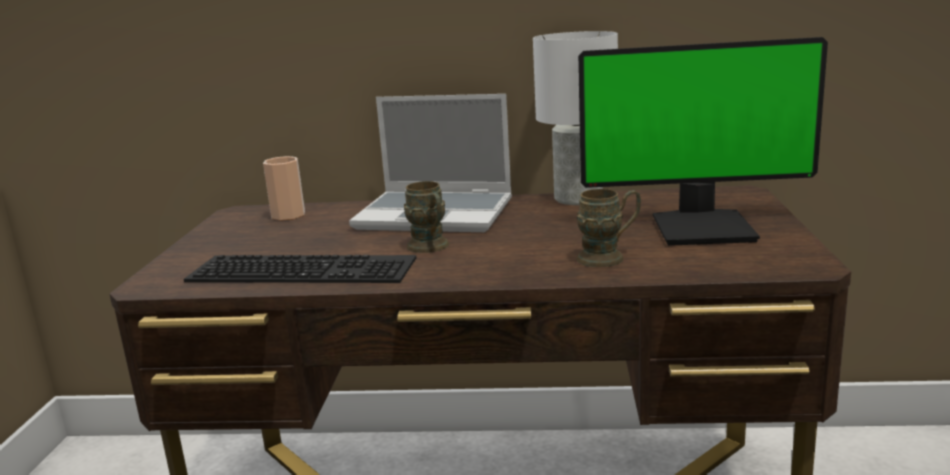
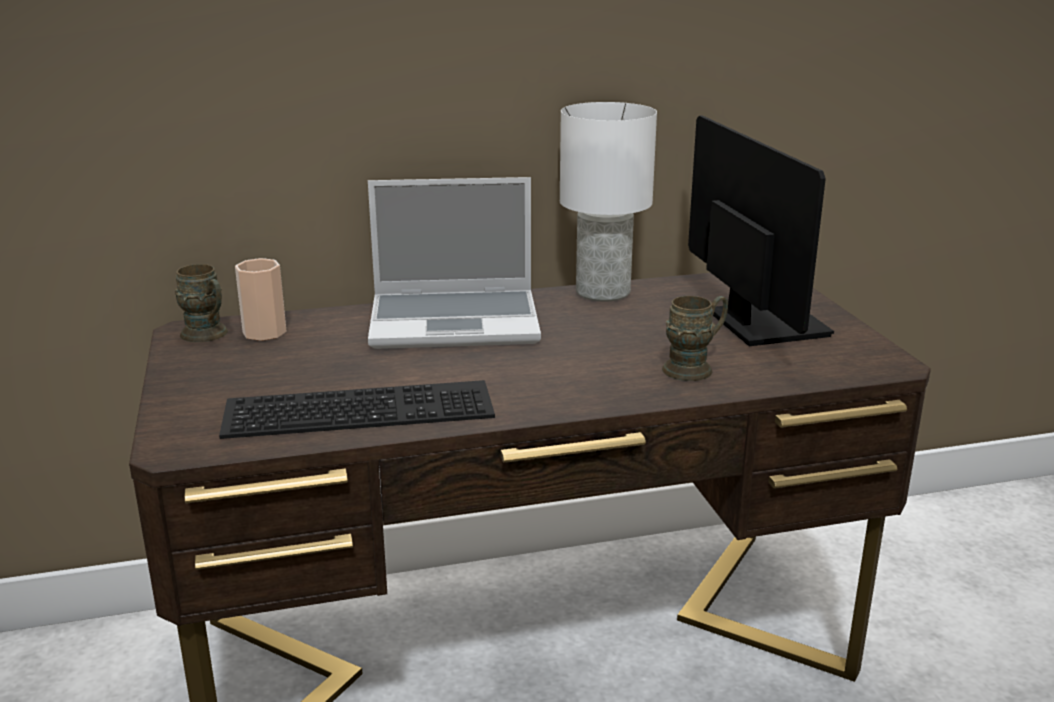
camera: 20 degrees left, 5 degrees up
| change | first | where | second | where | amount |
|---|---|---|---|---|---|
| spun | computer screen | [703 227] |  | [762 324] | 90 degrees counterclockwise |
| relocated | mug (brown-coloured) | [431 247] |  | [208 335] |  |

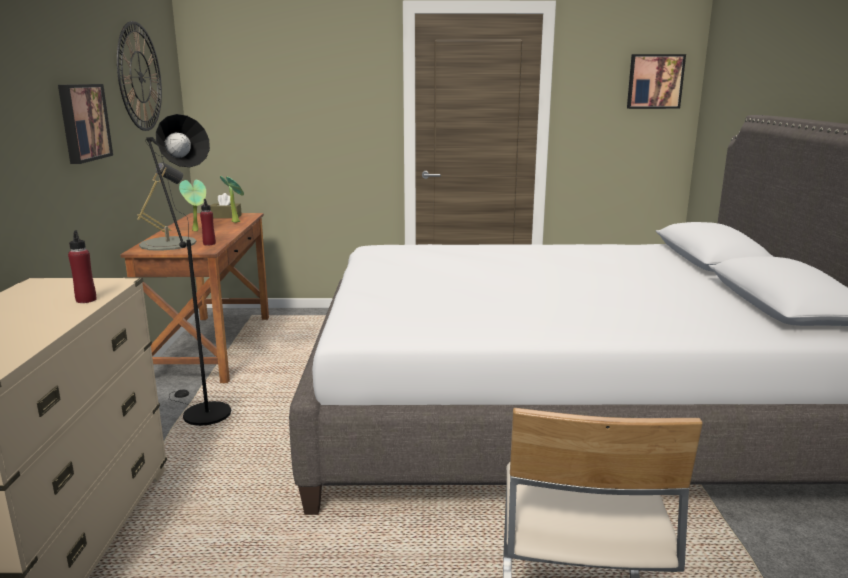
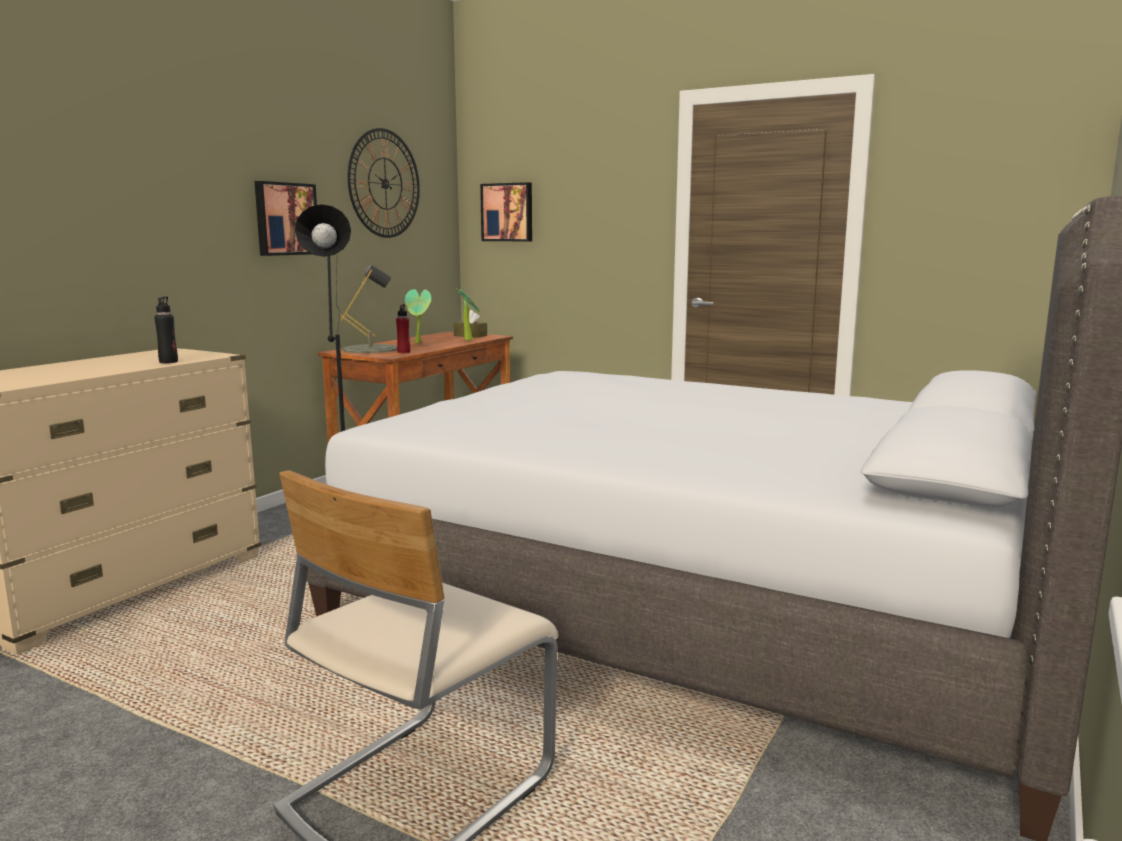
camera: 30 degrees right, 5 degrees down
| change | first | where | second | where | amount |
|---|---|---|---|---|---|
| relocated | wall art | [654 81] |  | [508 212] |  |
| colour | beverage bottle (reddish) | [86 300] | beverage bottle (black-coloured) | [168 362] |  |

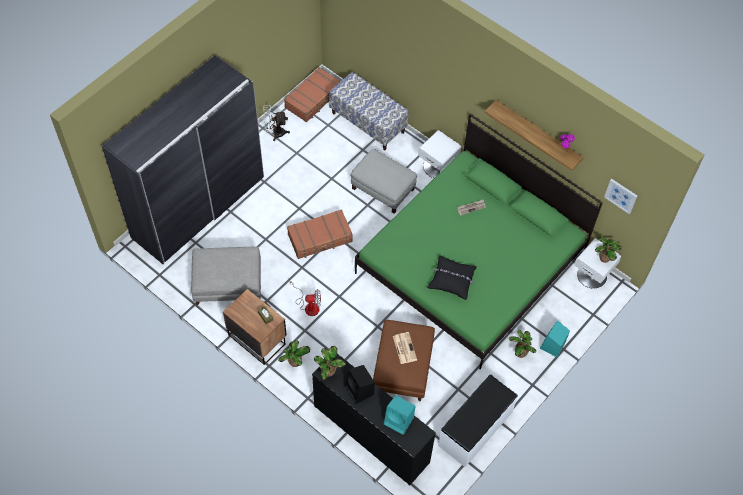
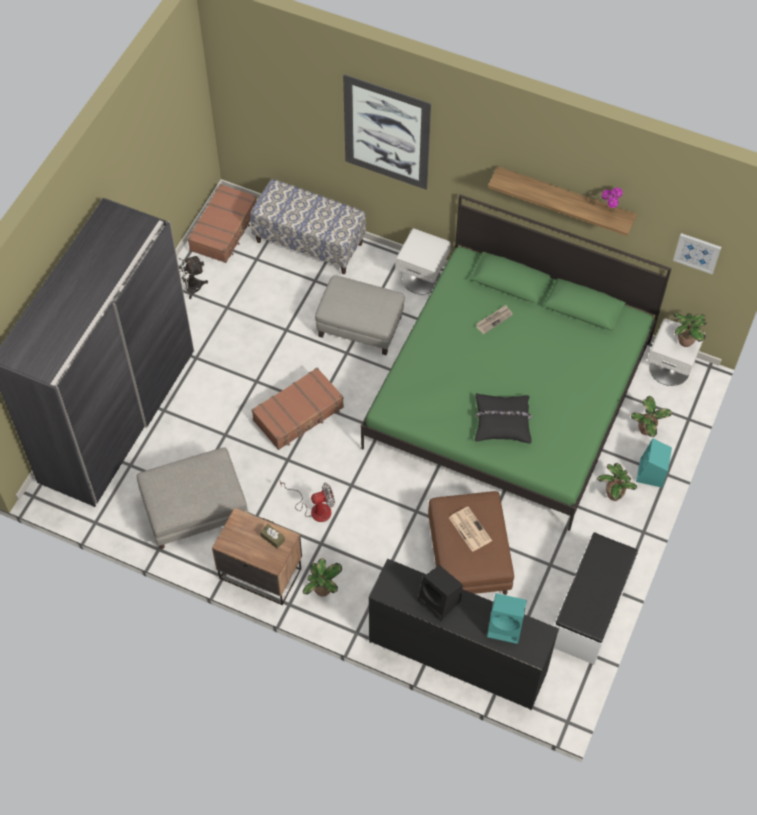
camera: 15 degrees left, 0 degrees up
| change | first | where | second | where | amount |
|---|---|---|---|---|---|
| relocated | houseplant | [329 372] |  | [647 430] |  |
| appeared |  |  | wall art | [386 133] |  |

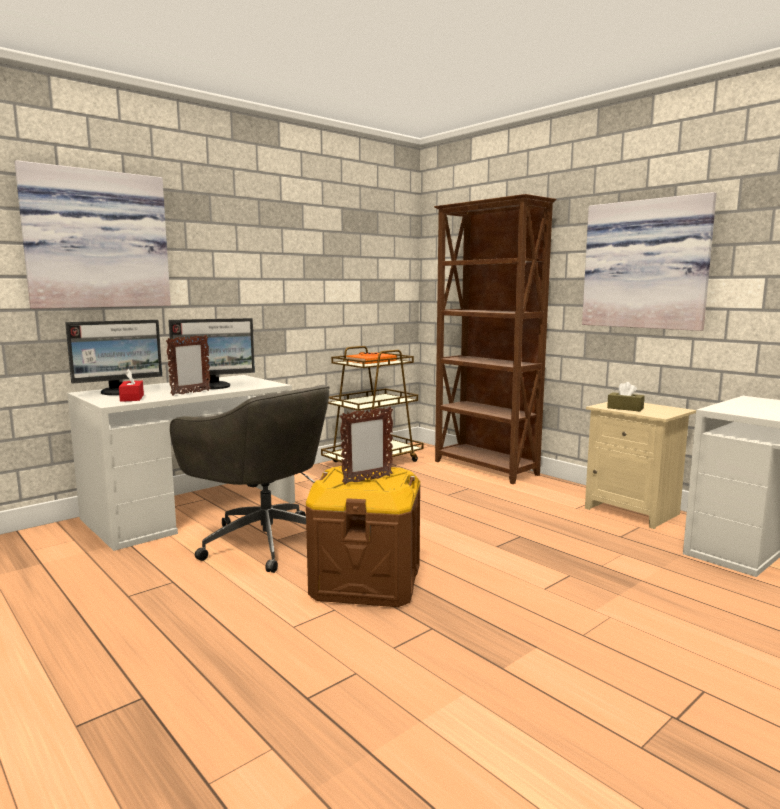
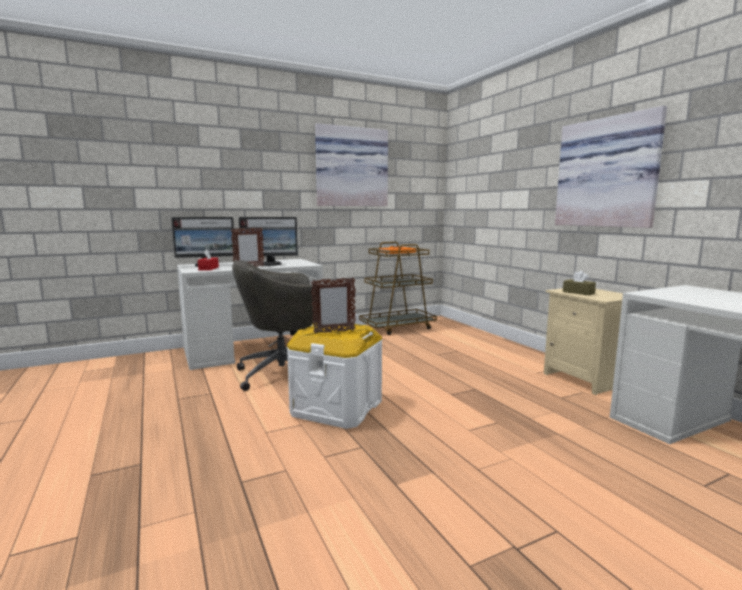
camera: 15 degrees right, 0 degrees up
| change | first | where | second | where | amount |
|---|---|---|---|---|---|
| relocated | wall art | [96 240] |  | [351 167] |  |
| missing | shelving unit (brown-coloured) | [485 468] |  |  |  |
| spun | computer chair (gray) | [264 541] |  | [286 373] | 105 degrees clockwise |
| colour | storage box (brown-coloured) | [366 581] | storage box (white) | [336 408] |  |

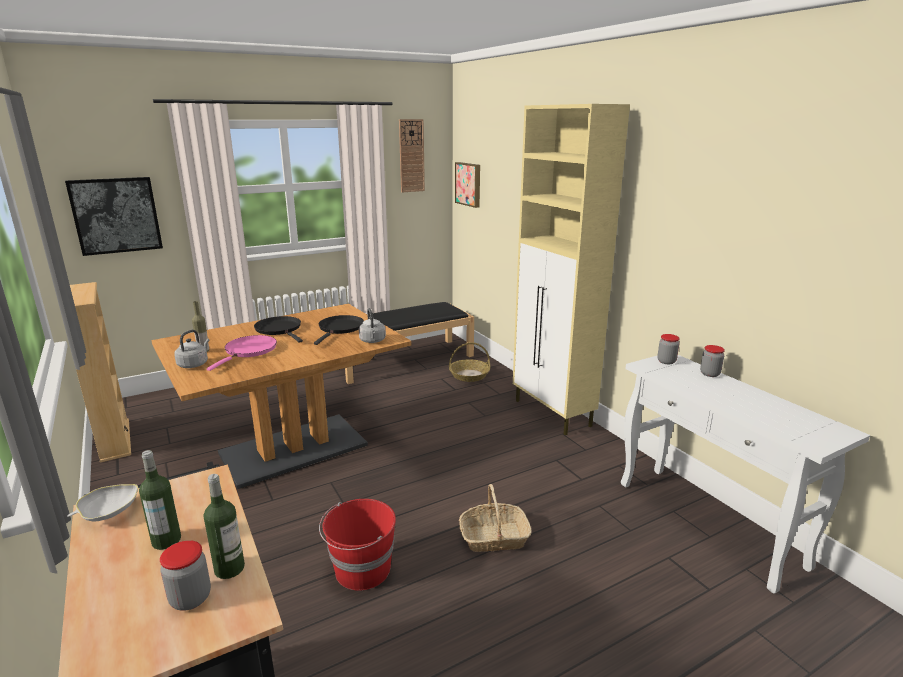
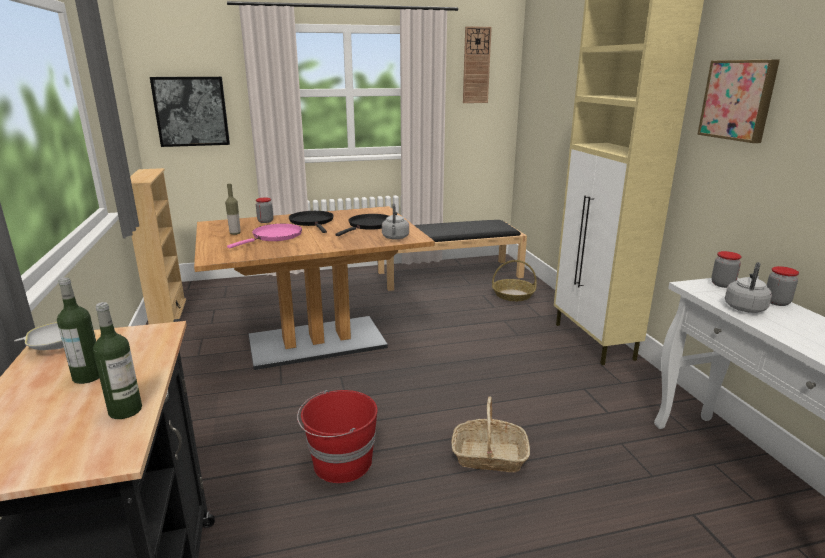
camera: 15 degrees right, 0 degrees up
| change | first | where | second | where | amount |
|---|---|---|---|---|---|
| relocated | wall art | [469 184] |  | [739 100] |  |
| relocated | water kettle (gray) | [194 364] |  | [745 307] |  |
| relocated | storage jar | [190 598] |  | [265 221] |  |

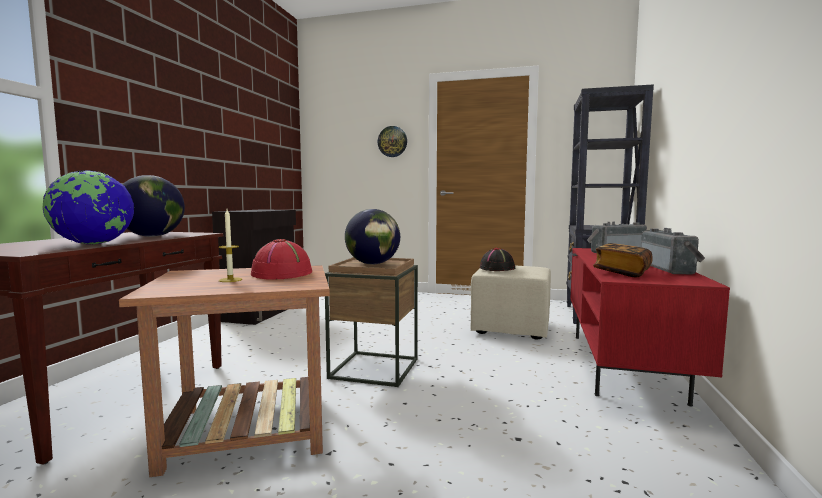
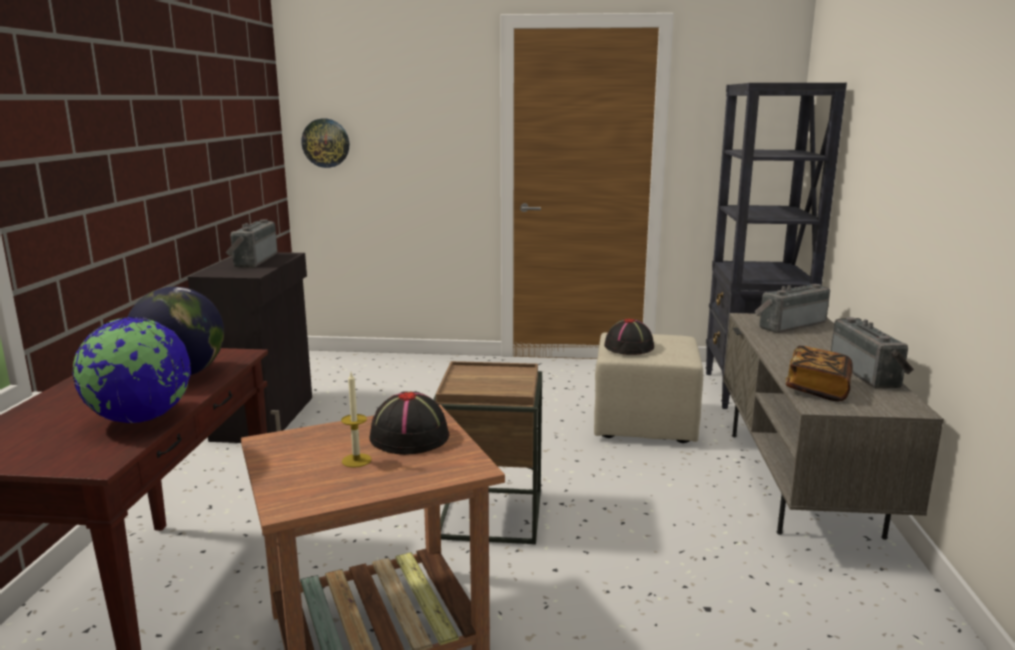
camera: 10 degrees left, 10 degrees up
| change | first | where | second | where | amount |
|---|---|---|---|---|---|
| relocated | wall clock | [392 141] |  | [326 143] |  |
| missing | world globe | [373 264] |  |  |  |
| colour | hat (reddish) | [282 274] | hat (black-coloured) | [410 436] |  |
| colour | tv unit (reddish) | [624 366] | tv unit (gray) | [801 481] |  |
| appeared |  |  | radio set | [252 260] |  |

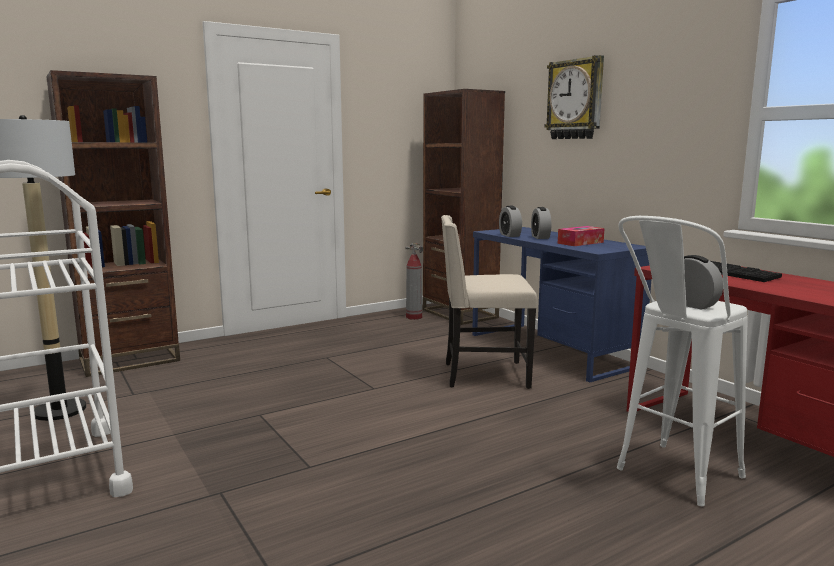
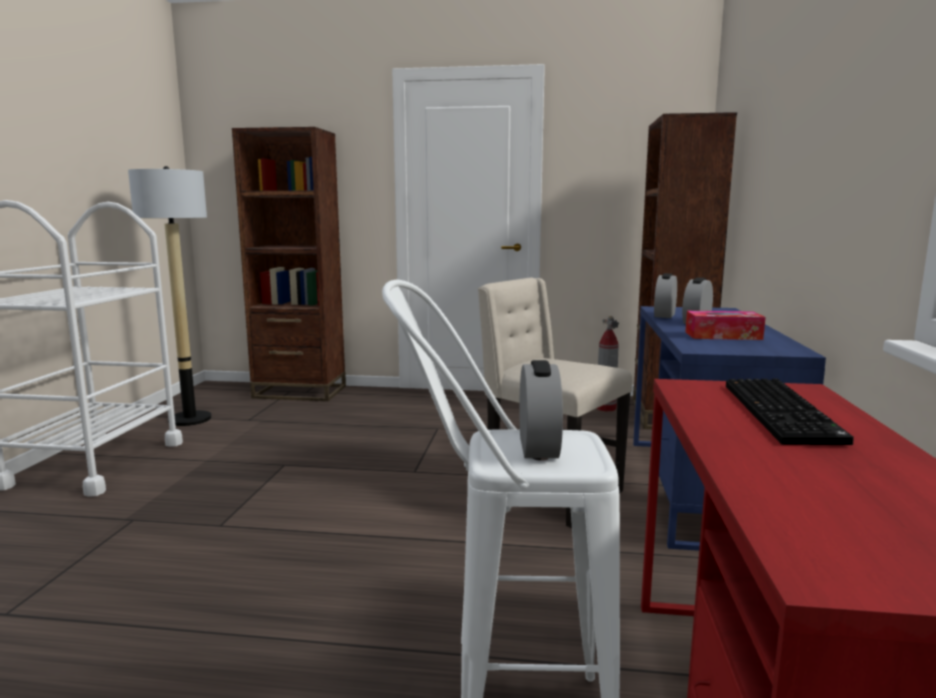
camera: 40 degrees right, 0 degrees up
| change | first | where | second | where | amount |
|---|---|---|---|---|---|
| missing | wall clock | [575 99] |  |  |  |

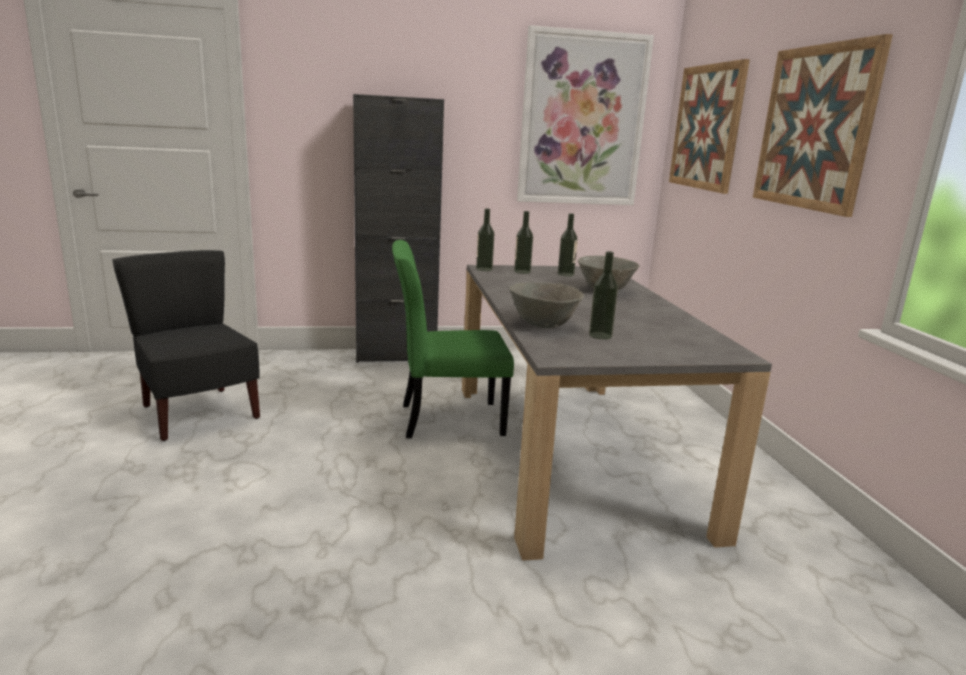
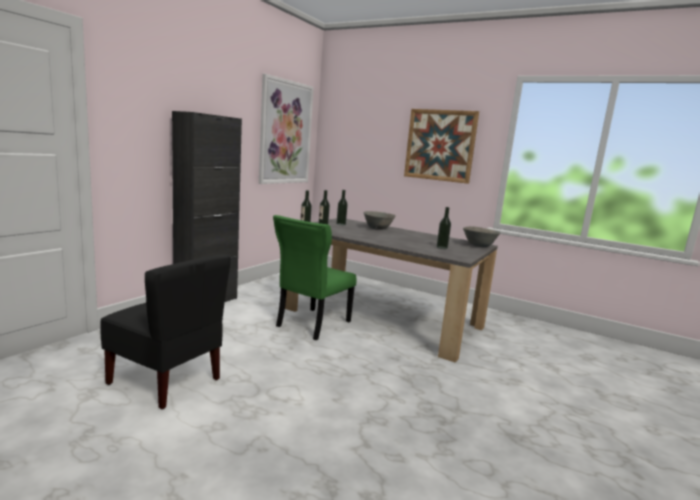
camera: 50 degrees left, 5 degrees down
| change | first | where | second | where | amount |
|---|---|---|---|---|---|
| missing | wall art | [706 127] |  |  |  |
| spun | chair (black-coloured) | [197 413] |  | [166 381] | 150 degrees counterclockwise |
| relocated | bowl (gray) | [543 325] |  | [479 246] |  |

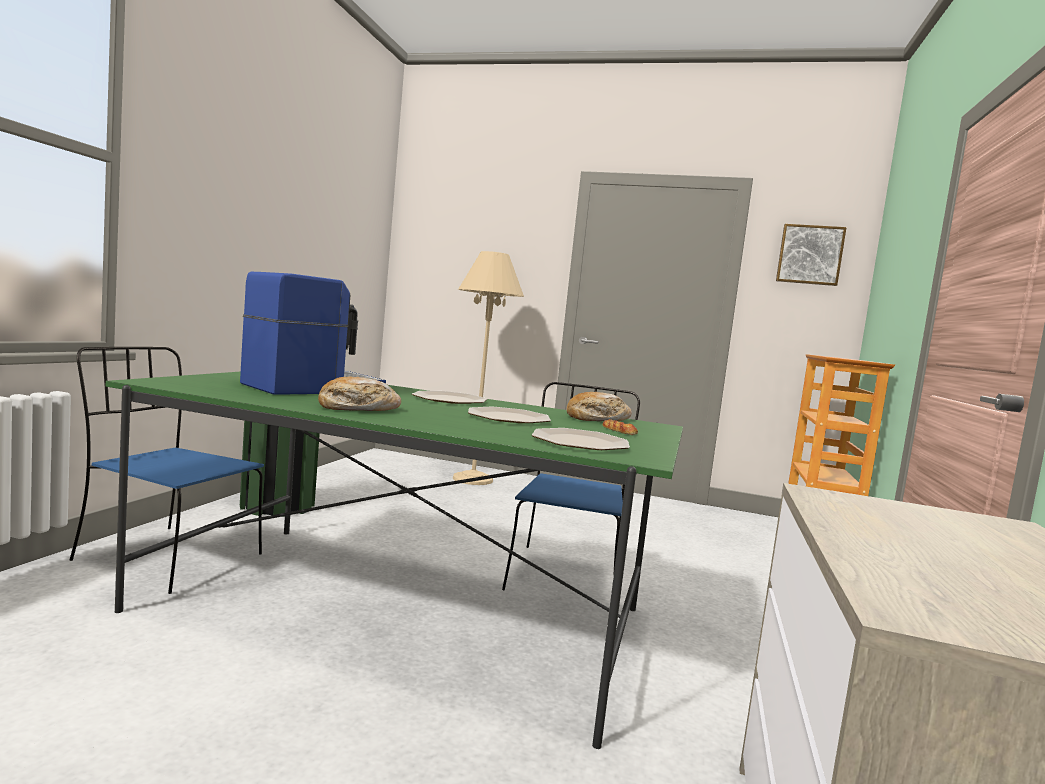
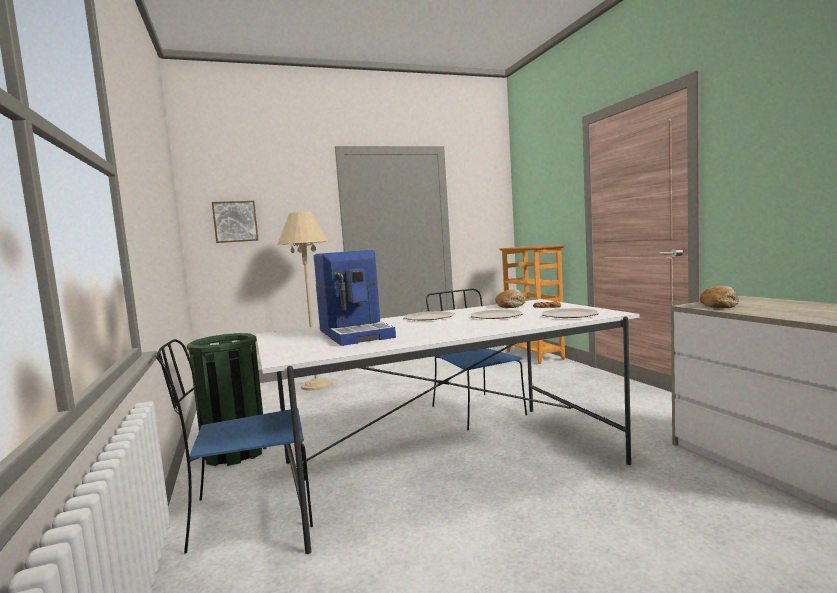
camera: 35 degrees left, 0 degrees up
| change | first | where | second | where | amount |
|---|---|---|---|---|---|
| relocated | wall art | [809 255] |  | [235 221] |  |
| spun | coffee machine | [312 388] |  | [356 334] | 150 degrees clockwise |
| colour | dinner table (green-coloured) | [399 610] | dinner table (white) | [449 463] |  |
| relocated | bakery bread | [358 408] |  | [719 305] |  |

